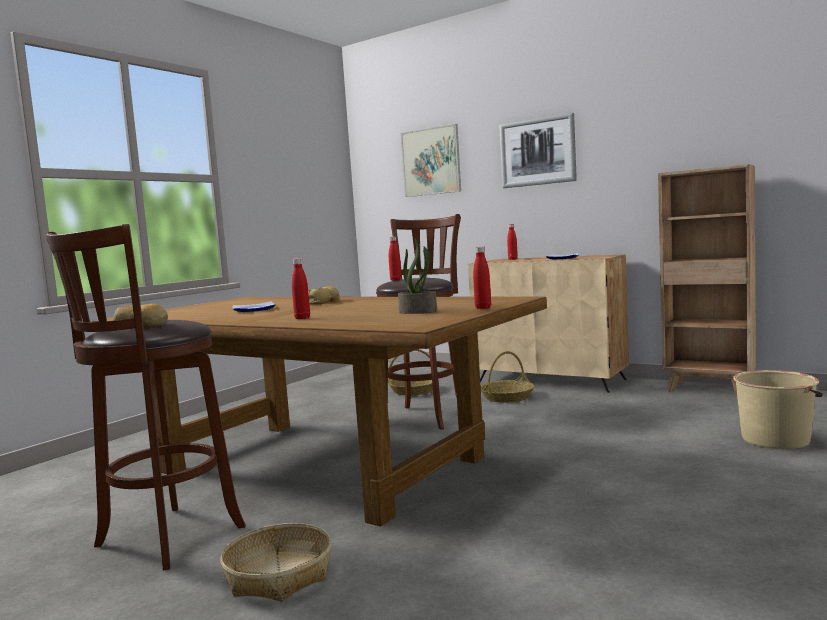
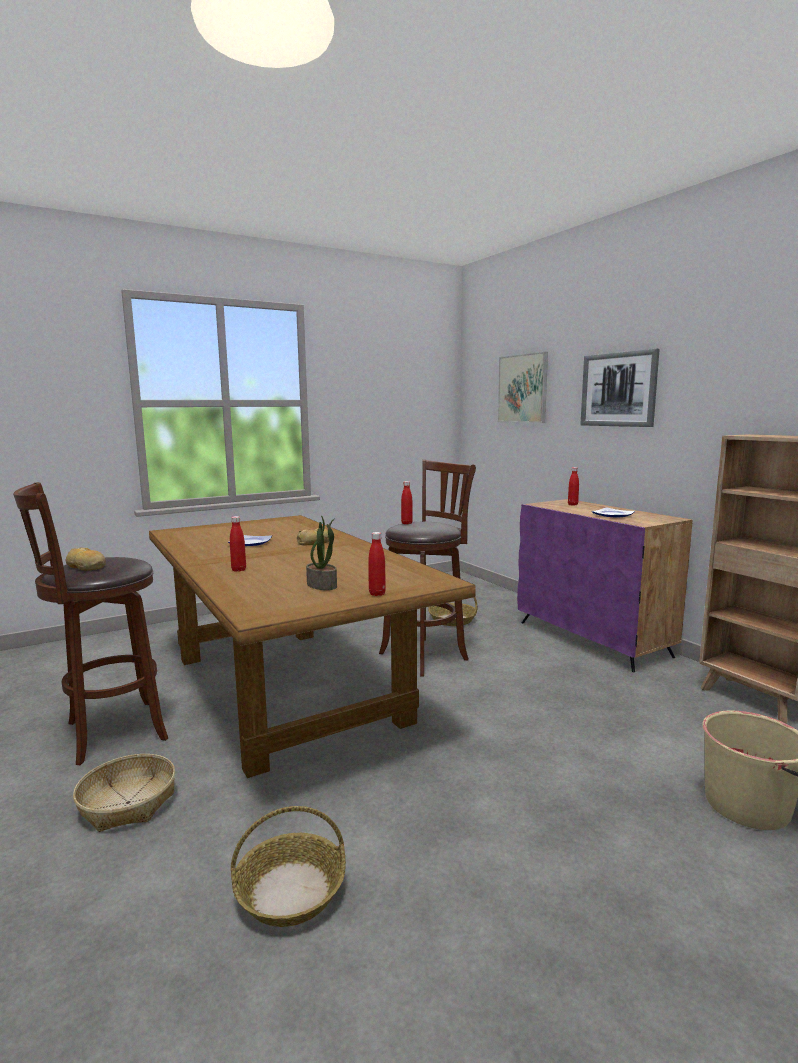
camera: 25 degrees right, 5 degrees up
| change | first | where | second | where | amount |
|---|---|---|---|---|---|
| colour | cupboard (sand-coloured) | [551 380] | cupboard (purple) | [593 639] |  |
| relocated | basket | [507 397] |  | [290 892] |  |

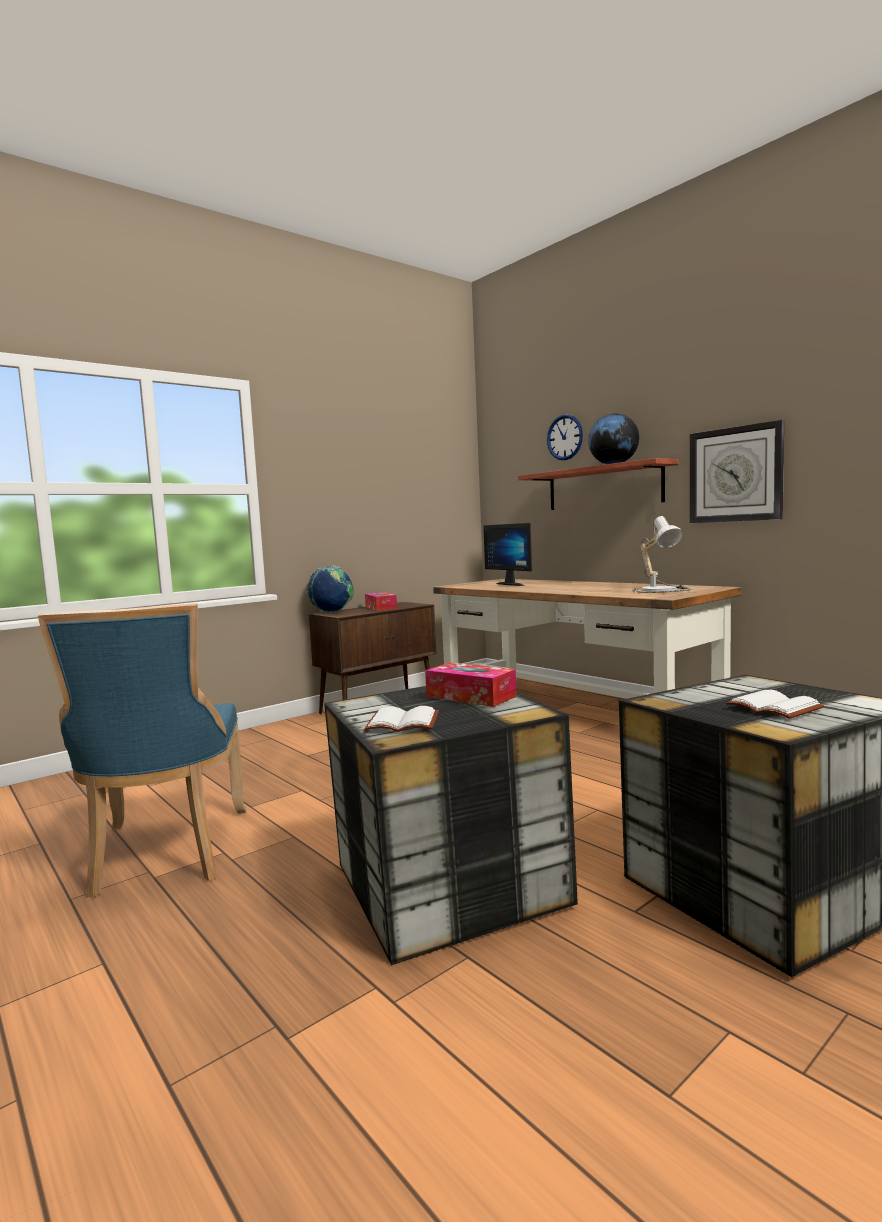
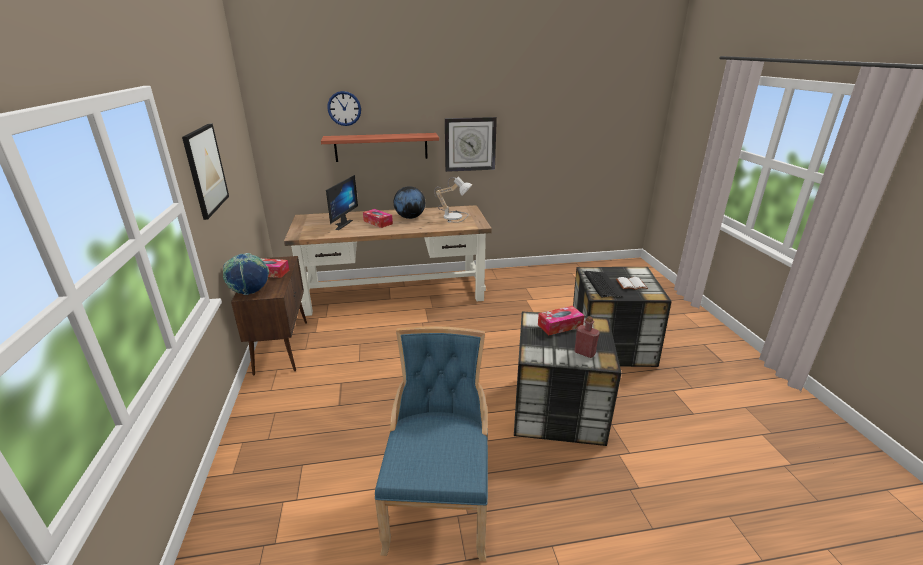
camera: 60 degrees left, 20 degrees up
| change | first | where | second | where | amount |
|---|---|---|---|---|---|
| relocated | world globe | [613 464] |  | [410 217] |  |
| spun | computer screen | [514 584] |  | [340 224] | 75 degrees counterclockwise |
| spun | chair (blue-coloured) | [166 854] |  | [439 504] | 105 degrees counterclockwise |
| exchanged | volume (white) | [404 722] | beverage bottle (reddish) | [584 353] |  |
| appeared |  |  | wall art | [205 169] |  |
| appeared |  |  | box of tissues | [378 222] |  |
| appeared |  |  | keyboard | [602 284] |  |

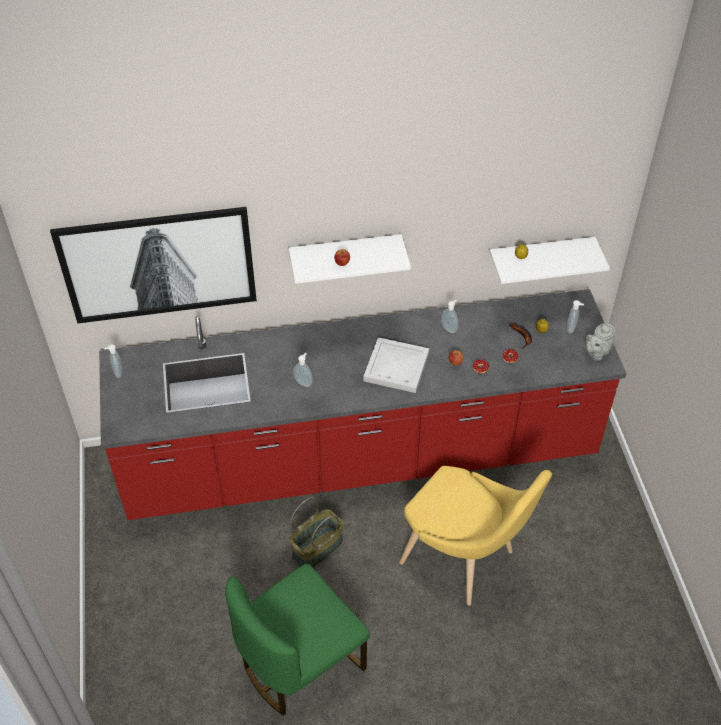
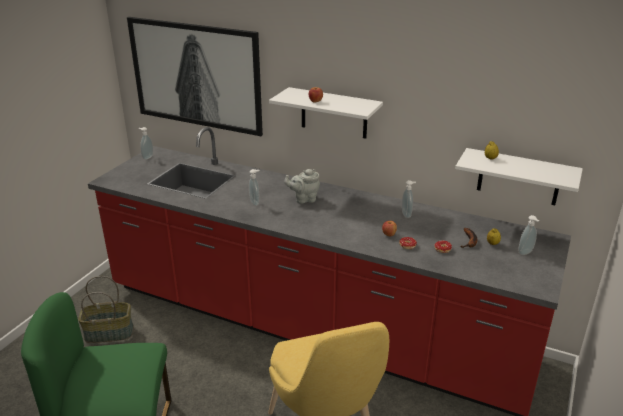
camera: 35 degrees right, 20 degrees down
| change | first | where | second | where | amount |
|---|---|---|---|---|---|
| relocated | pot for tea (gray) | [596 353] |  | [304 199] |  |
| missing | tray (white) | [397 368] |  |  |  |
| relocated | basket | [317 547] |  | [109 333] |  |

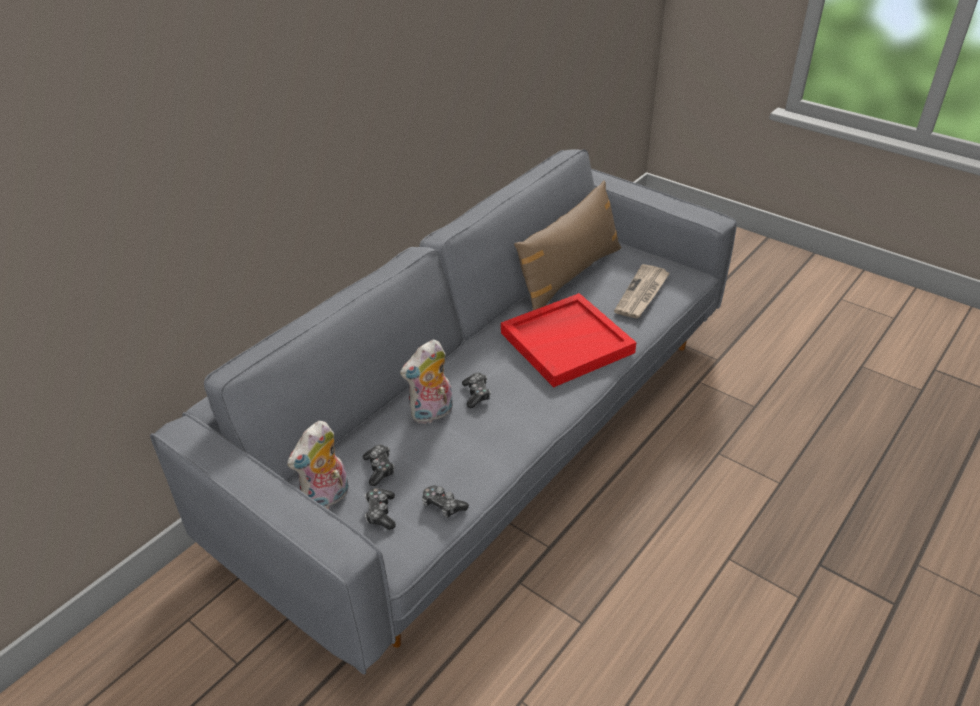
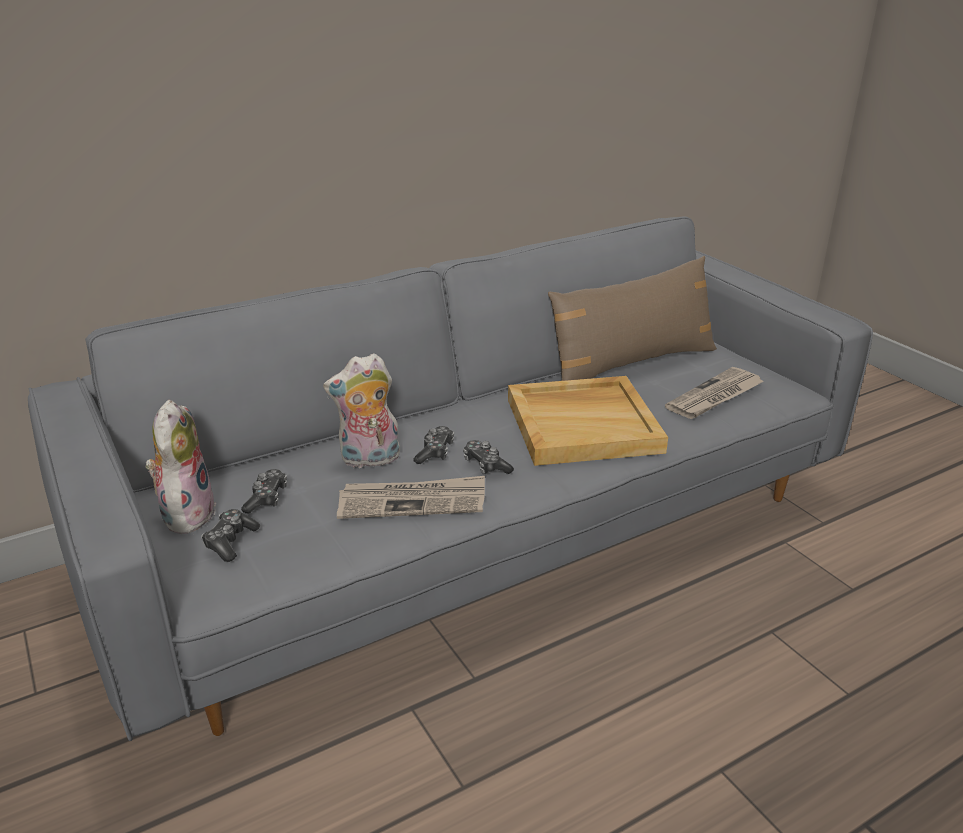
camera: 20 degrees right, 10 degrees down
| change | first | where | second | where | amount |
|---|---|---|---|---|---|
| colour | tray (reddish) | [567 342] | tray (sand-coloured) | [583 424] |  |
| spun | soft toy | [327 499] |  | [186 513] | 120 degrees clockwise |
| relocated | gamepad | [443 505] |  | [486 465] |  |
| appeared |  |  | printed paper | [413 501] |  |

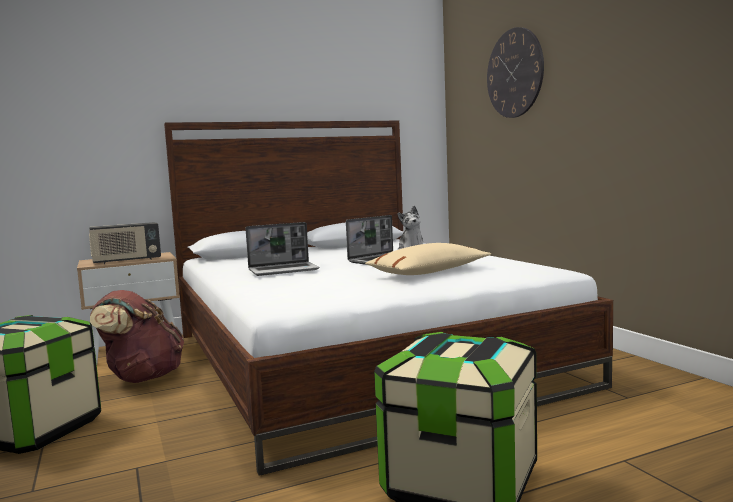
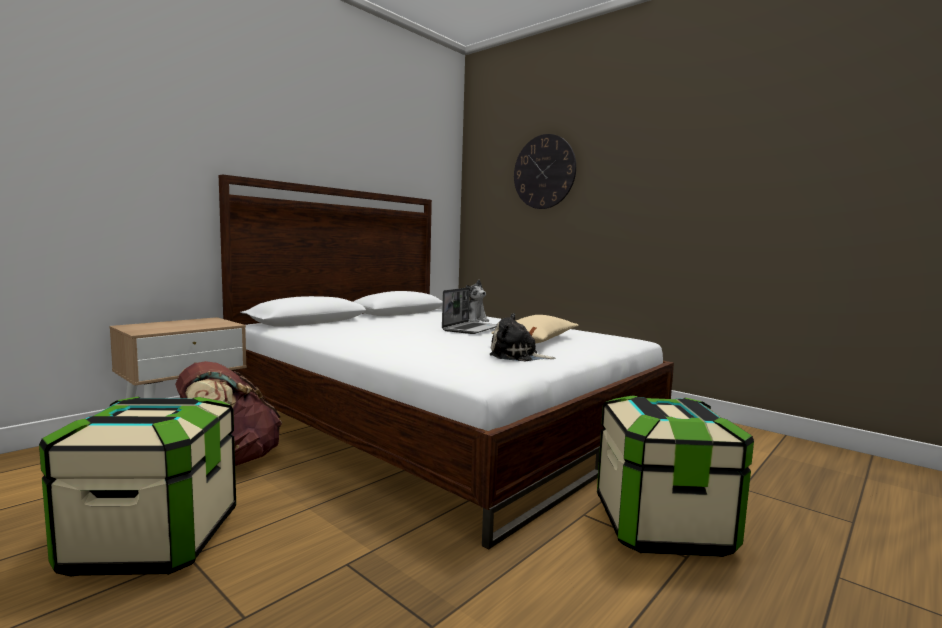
camera: 25 degrees left, 0 degrees up
| change | first | where | second | where | amount |
|---|---|---|---|---|---|
| missing | radio set | [127 261] |  |  |  |
| missing | laptop | [284 270] |  |  |  |
| appeared |  |  | soft toy | [517 356] |  |

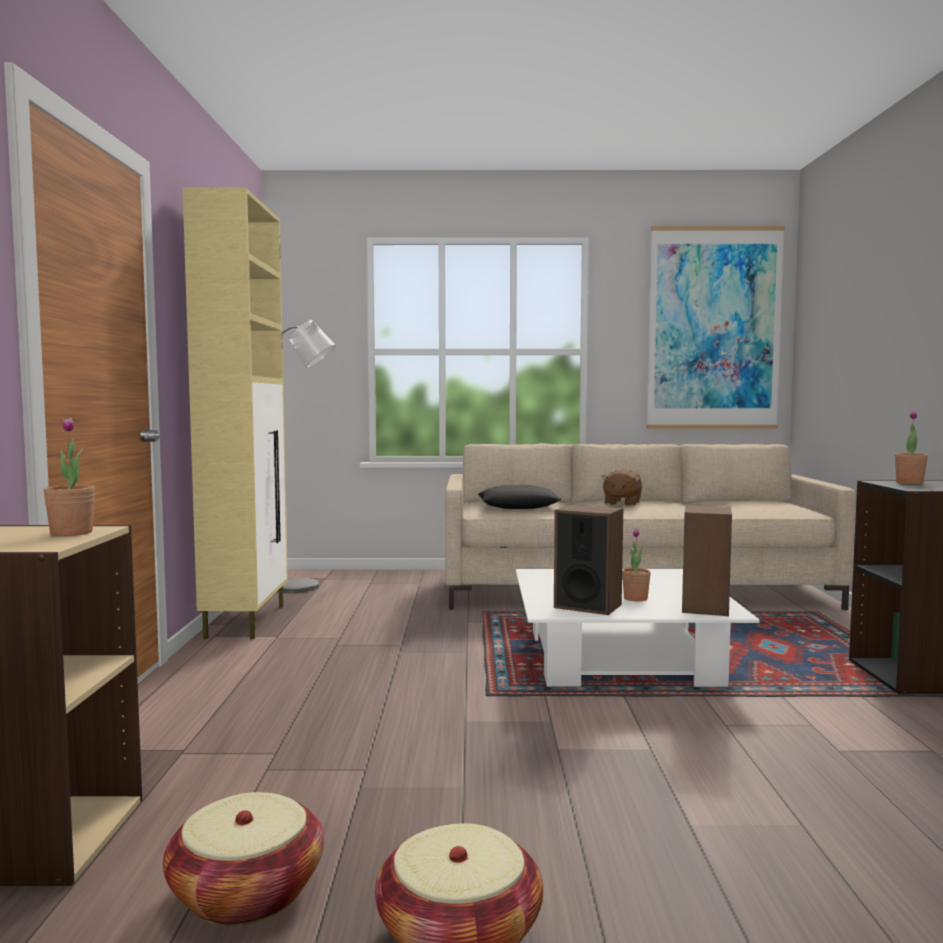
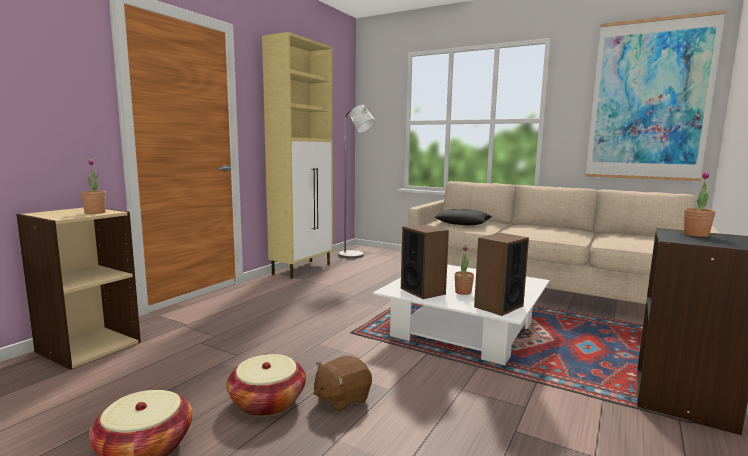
camera: 30 degrees right, 5 degrees up
| change | first | where | second | where | amount |
|---|---|---|---|---|---|
| relocated | soft toy (brown-coloured) | [621 503] |  | [342 399] |  |
| relocated | basket | [247 893] |  | [267 402] |  |

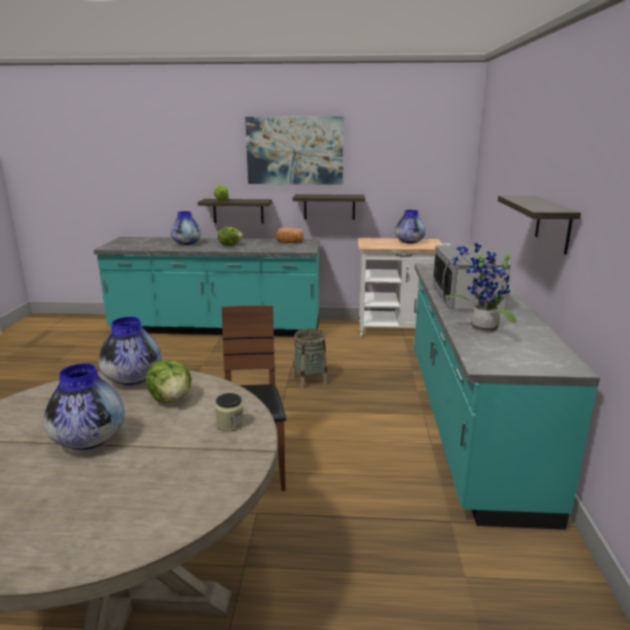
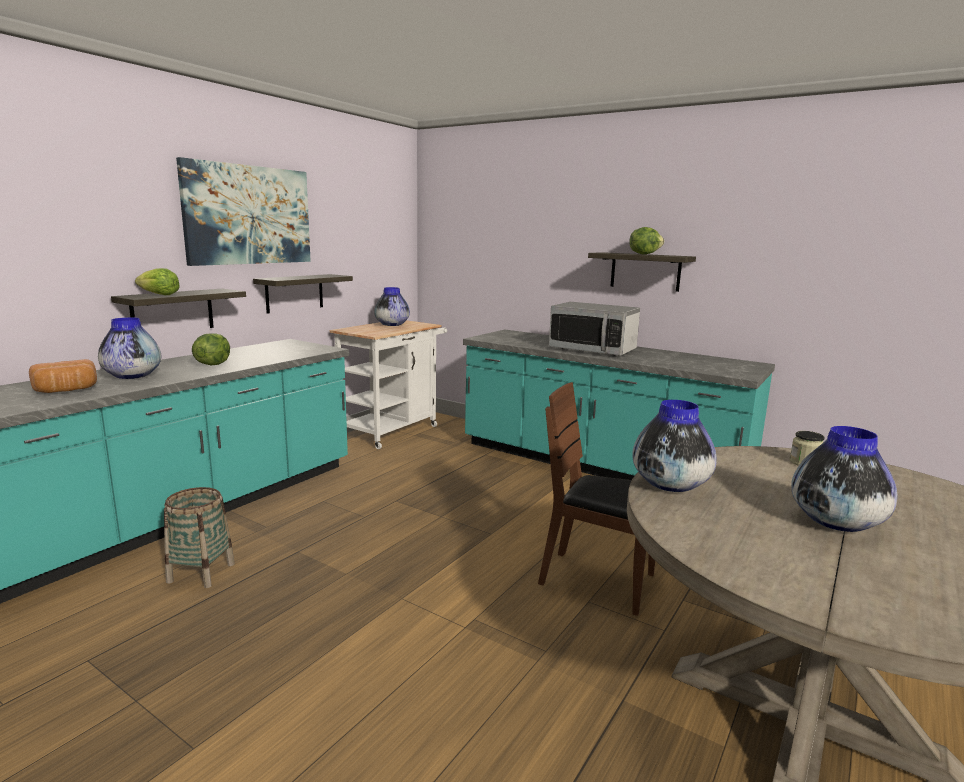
camera: 60 degrees left, 5 degrees down
| change | first | where | second | where | amount |
|---|---|---|---|---|---|
| relocated | bakery bread | [288 242] |  | [66 390] |  |
| missing | houseplant | [481 329] |  |  |  |
| relocated | basket | [310 380] |  | [201 572] |  |
| relocated | lettuce head | [171 399] |  | [644 254] |  |

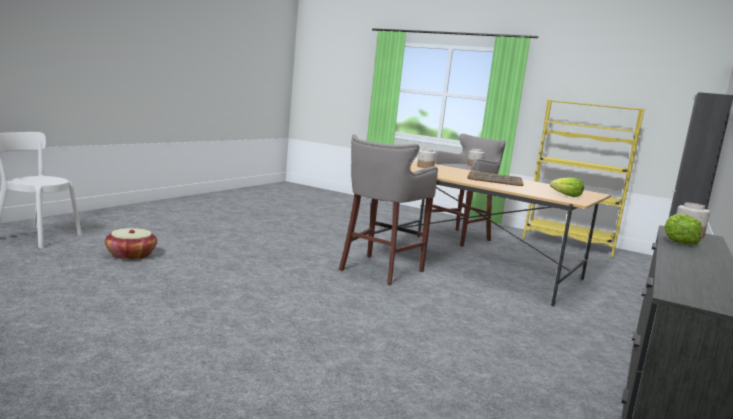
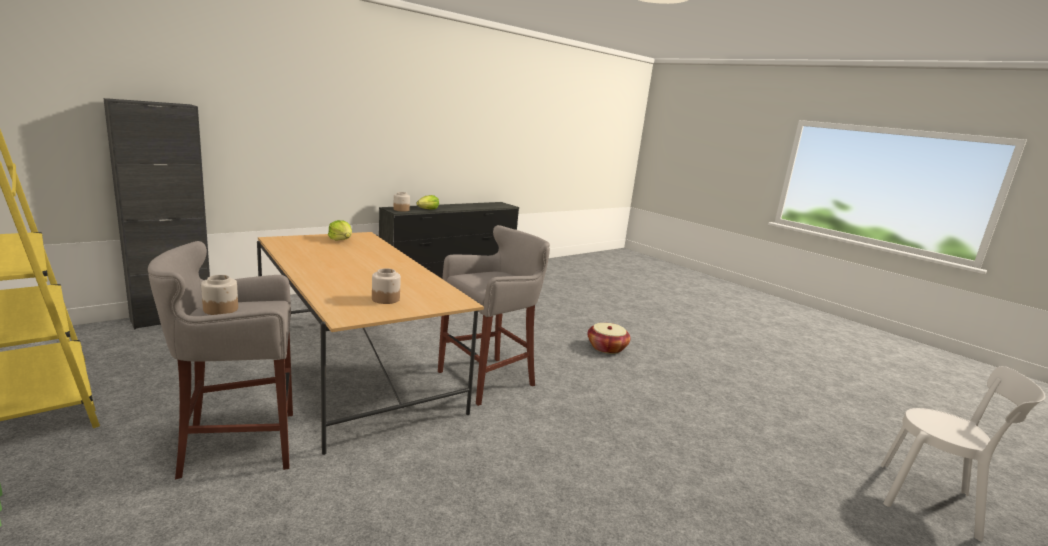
camera: 160 degrees left, 5 degrees up
| change | first | where | second | where | amount |
|---|---|---|---|---|---|
| missing | tray | [495 179] |  |  |  |
| relocated | basket | [131 255] |  | [607 348] |  |

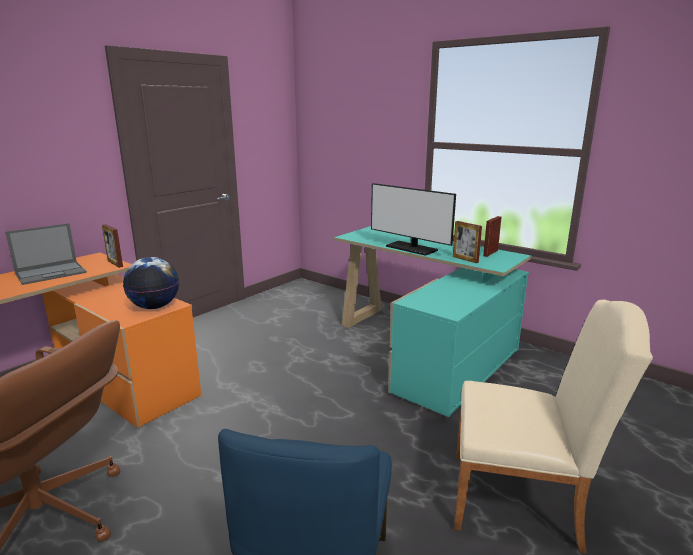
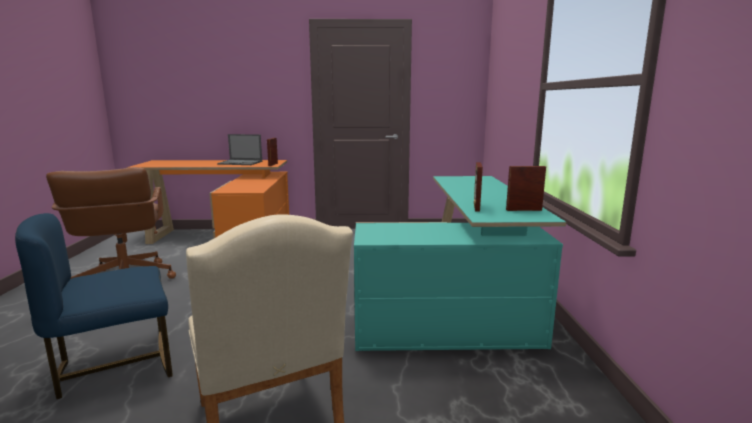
camera: 50 degrees right, 5 degrees down
| change | first | where | second | where | amount |
|---|---|---|---|---|---|
| missing | computer screen | [411 248] |  |  |  |
| missing | world globe | [155 307] |  |  |  |

